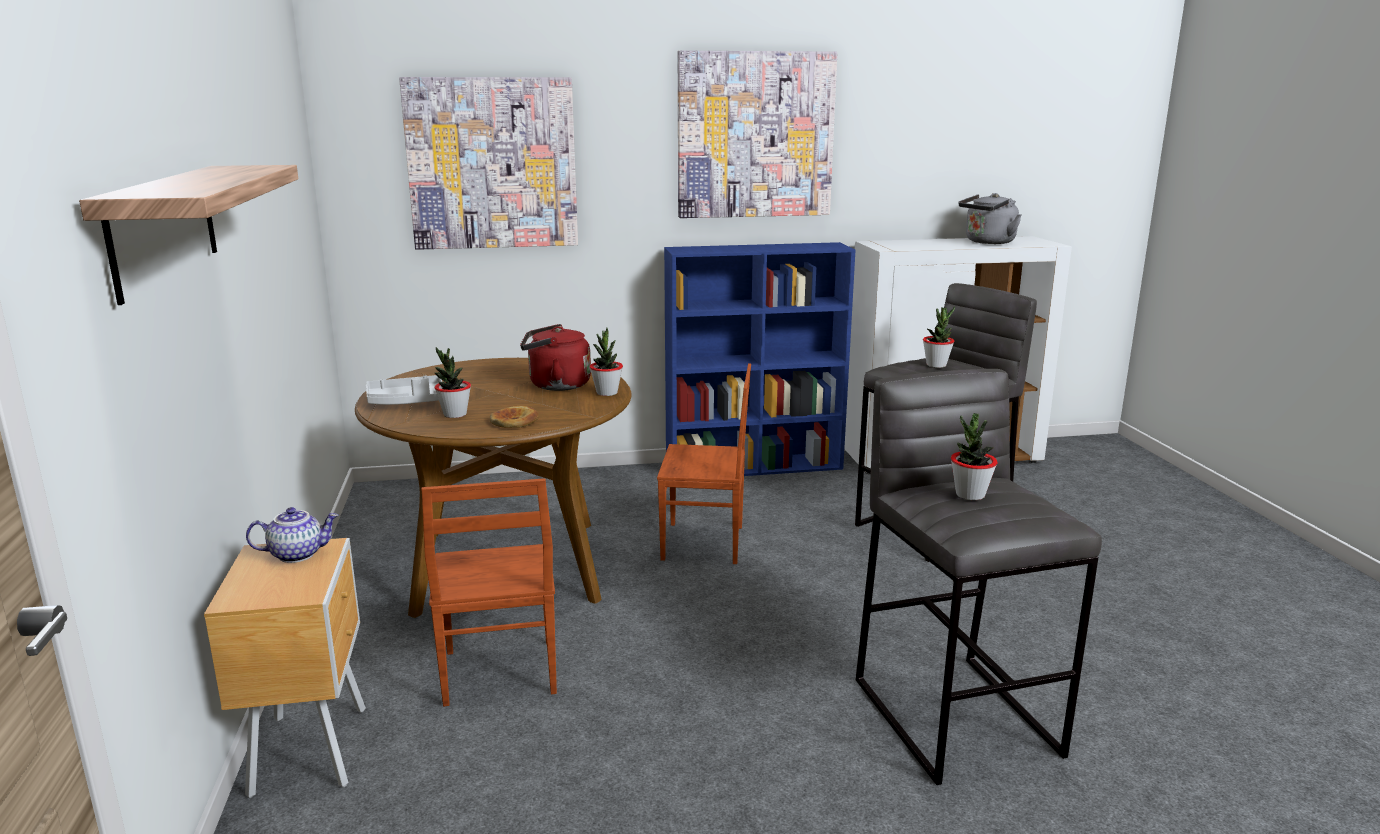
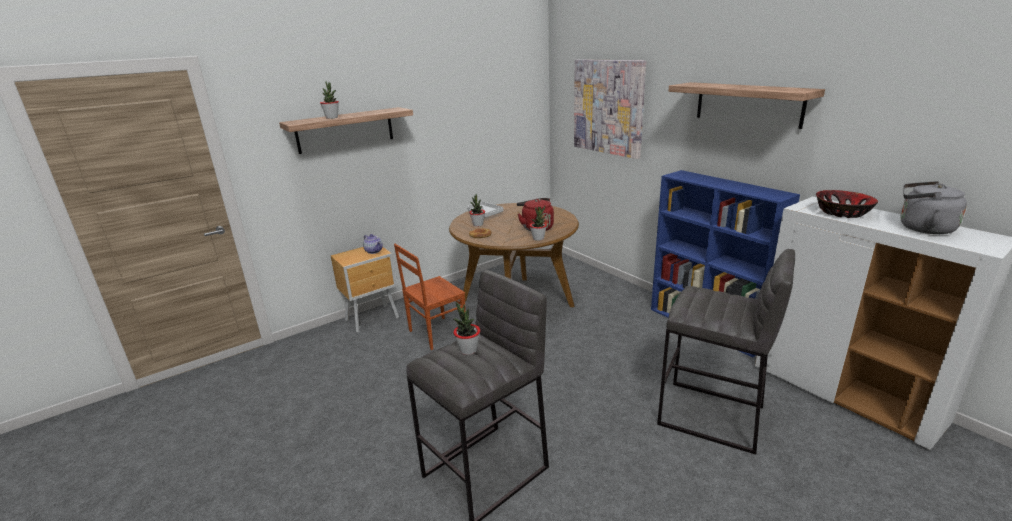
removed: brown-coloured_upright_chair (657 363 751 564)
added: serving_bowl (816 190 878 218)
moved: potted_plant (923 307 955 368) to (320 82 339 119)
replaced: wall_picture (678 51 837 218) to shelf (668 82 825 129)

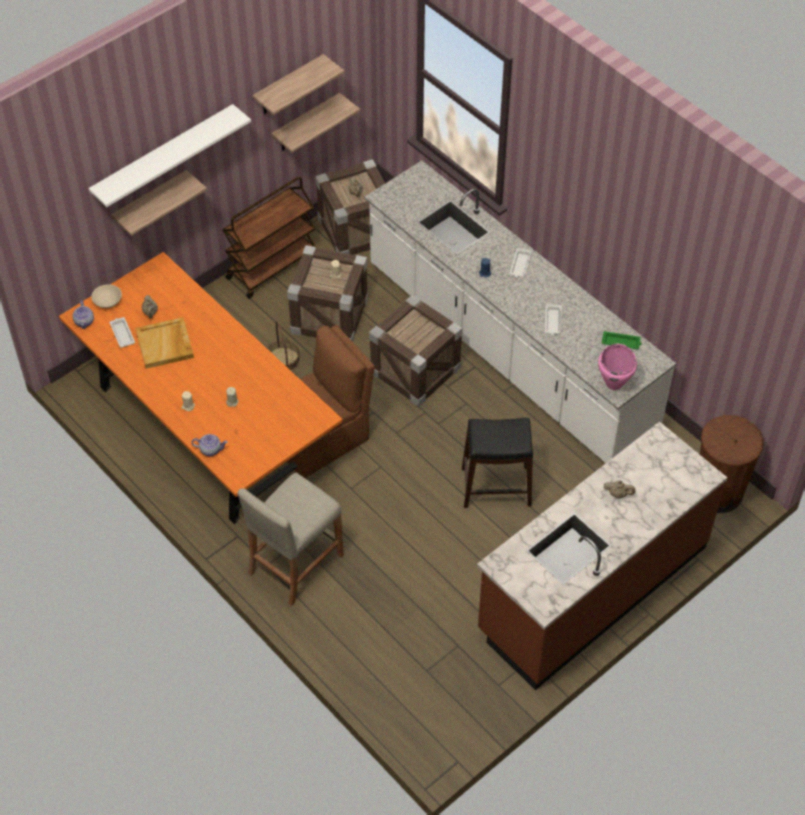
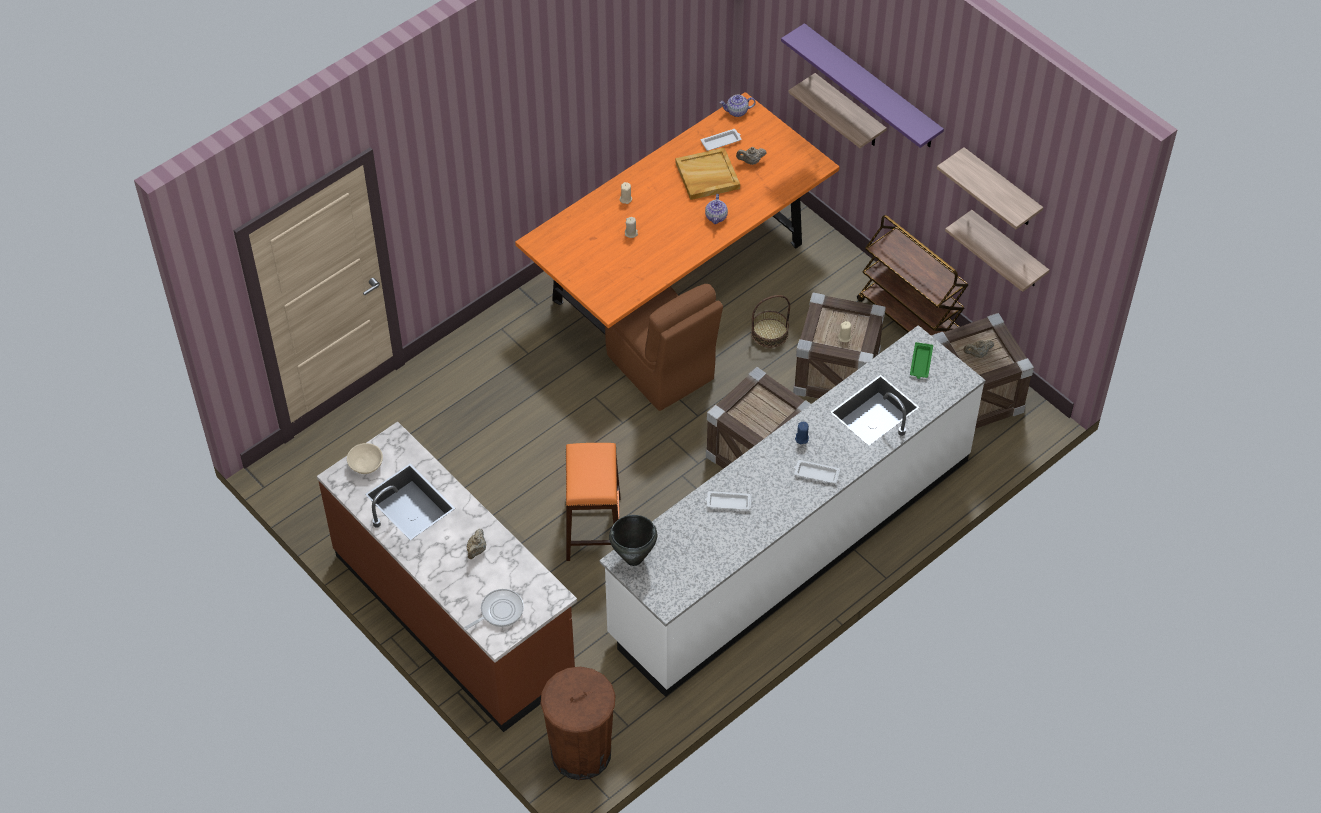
removed: beige-coloured_stool_seat (238 473 344 606)
added: frying_pan (464 589 524 630)
moved: beige-coloured_serving_bowl (91 284 122 308) to (347 443 383 474); teapot (191 434 228 456) to (705 194 728 224); green-coloured_tray (602 331 642 349) to (910 342 933 379)
recoloured: whitish_shelf (88 104 251 207) to purplish_shelf (781 23 944 148); black_stool_seat (462 418 533 508) to orangey_stool_seat (566 443 620 561); pink-coloured_cooking_pot (598 344 637 390) to black_cooking_pot (609 515 657 566)

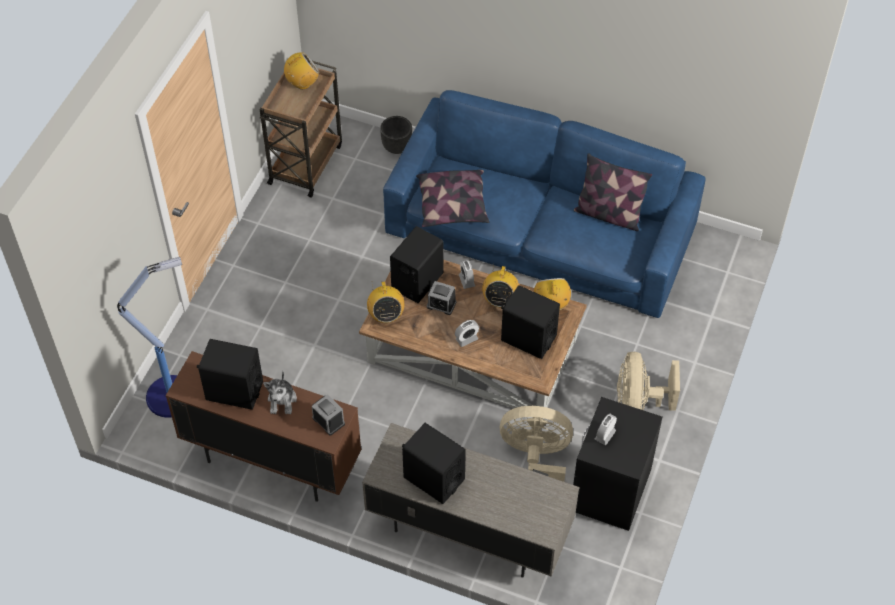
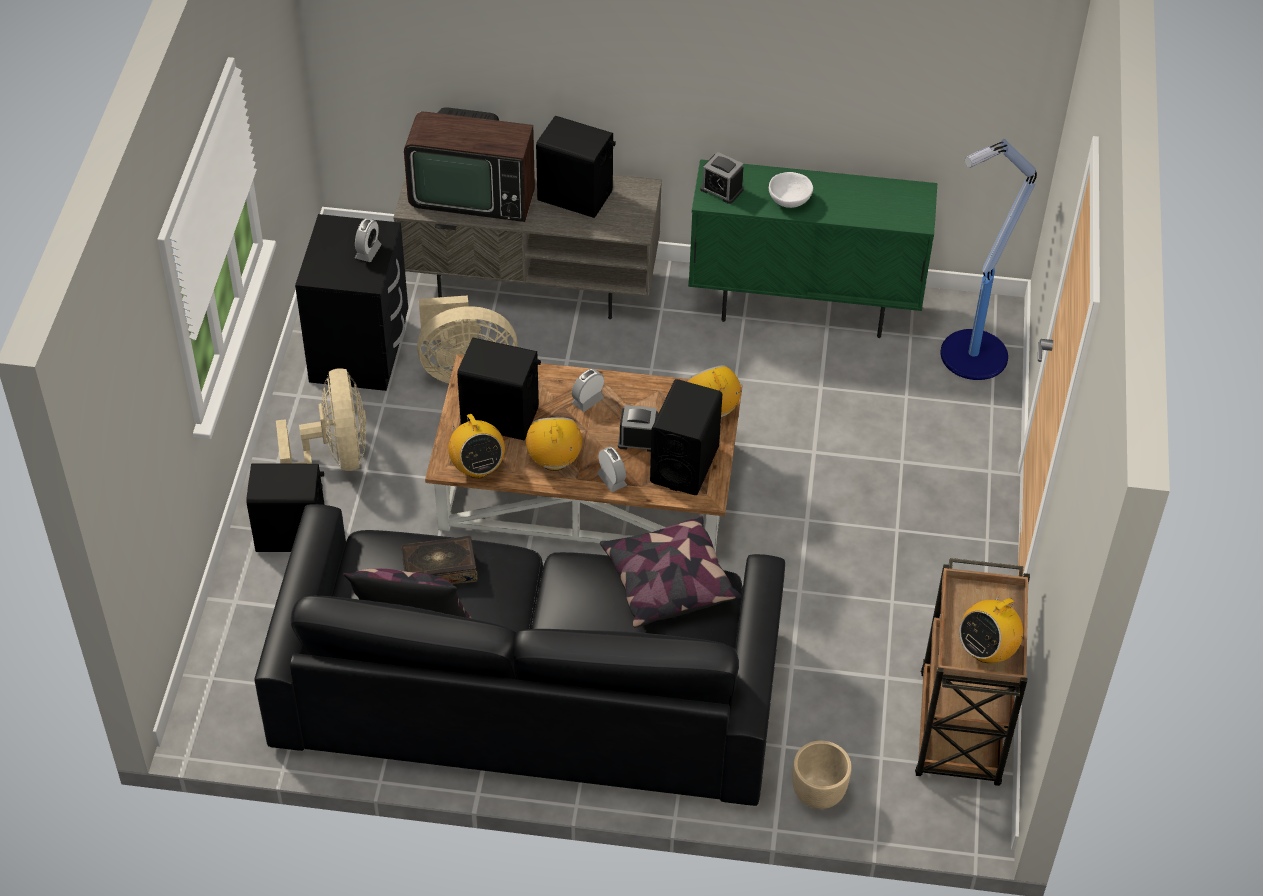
added: volume (401 536 478 584); TV_set (404 107 535 222)
moved: black_audio_speaker (197 339 263 410) to (246 463 325 552)
replaced: cuddly_toy (263 371 297 414) to whitish_serving_bowl (769 172 813 208)
recoloured: brown-coloured_cupboard (166 351 361 502) to green-coloured_cupboard (688 159 937 338); black_planter (380 116 412 154) to beige-coloured_planter (792 741 851 809); blue-coloured_settee (383 90 706 318) to black_settee (254 504 785 806)

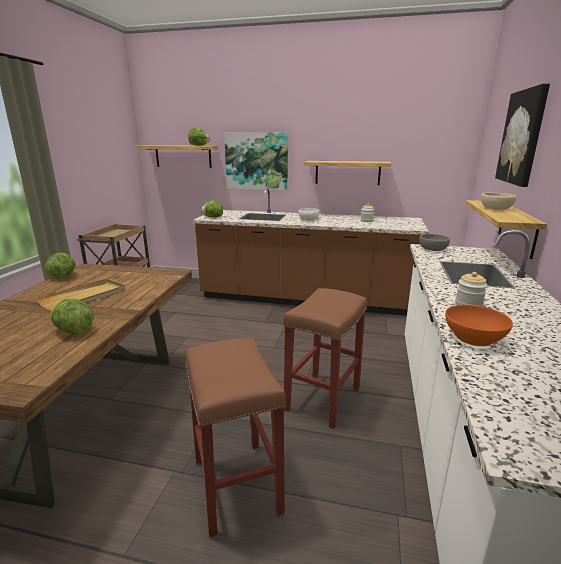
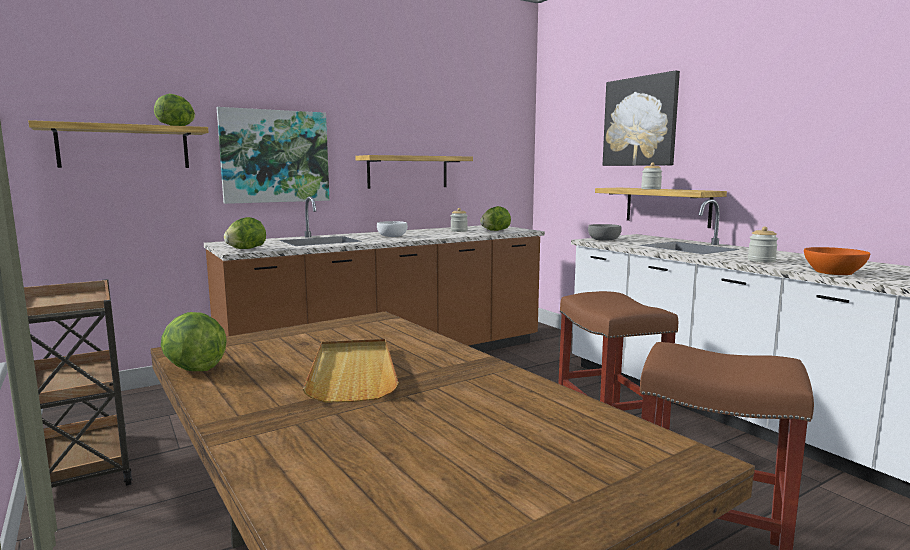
moved: head_of_lettuce (51 298 93 334) to (480 206 511 231)
replaced: beige-coloured_serving_bowl (481 193 516 210) to preserve_jar (641 163 662 189)

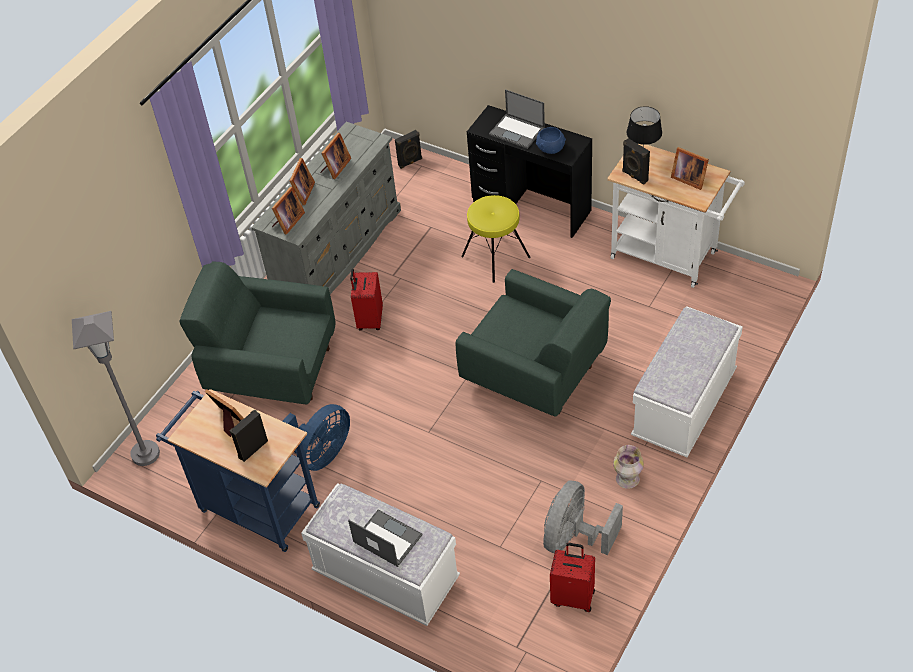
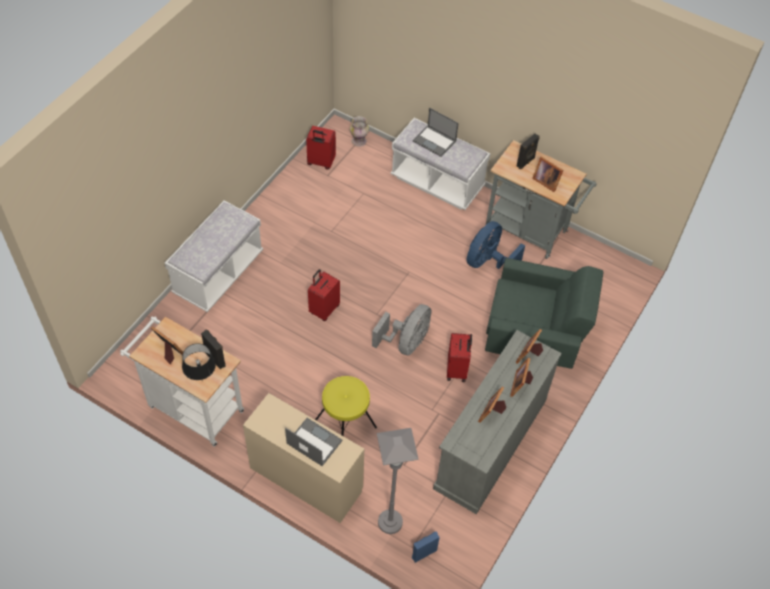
removed: blue-coloured_serving_bowl (536 127 566 154)
moved: greyish_floor_lamp (72 311 160 466) to (377 428 419 534); greyish_fan (543 480 623 555) to (372 304 431 356); vase (613 445 644 489) to (350 116 369 147)
replaced: green-coloured_armchair (456 269 611 417) to red_travel_case (308 269 340 321)
recoloured: blue-coloured_trolley (156 389 320 552) to greyish_trolley (486 140 597 259); black_audio_speaker (395 130 422 169) to blue-coloured_audio_speaker (412 532 440 563); black_desk_table (467 105 592 238) to beige-coloured_desk_table (243 393 364 523)

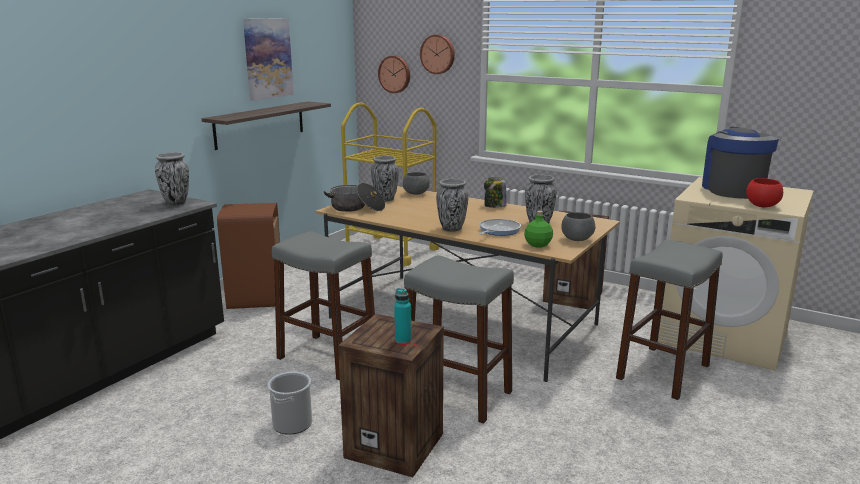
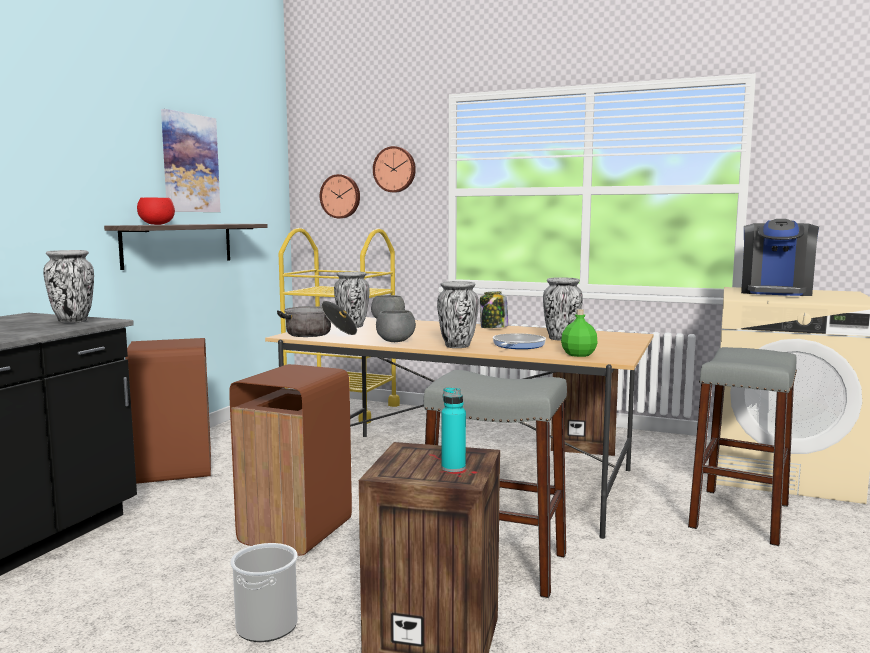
moved: greyish_serving_bowl (561 212 596 241) to (376 310 416 342); red_serving_bowl (746 178 783 207) to (137 198 175 225)
replaced: greyish_stool_seat (272 231 375 381) to brown-coloured_rubbish_bin (229 364 352 556)
turned: coffee_brewer (702 127 779 199) = (741 219 819 296) 150 degrees counterclockwise

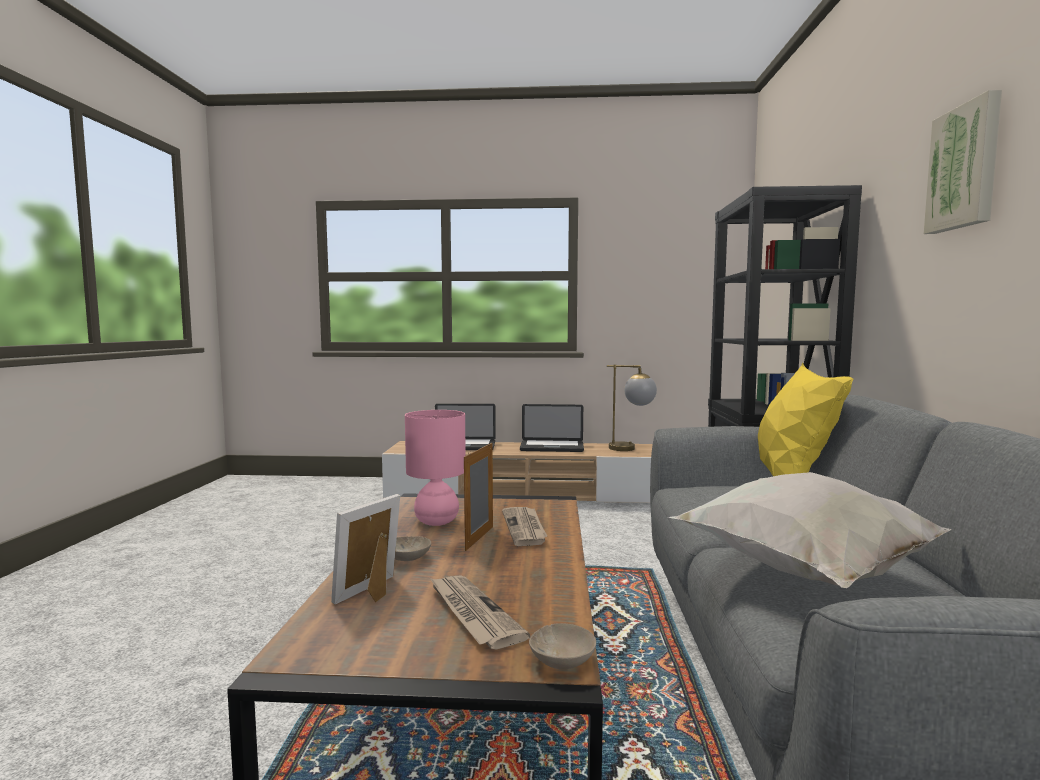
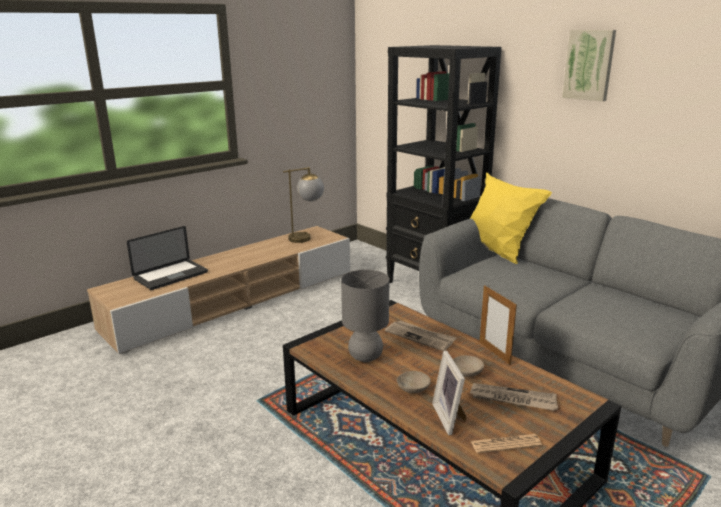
removed: notebook_computer (520 404 584 452); whitish_cushion (668 472 951 588)
added: printed_paper (471 434 542 453)
moved: picture_frame (464 442 493 551) to (480 285 517 365); beige-coloured_serving_bowl (529 623 596 669) to (453 355 484 377)
recoloured: pink-coloured_table_lamp (405 410 466 526) to greyish_table_lamp (341 270 389 362)

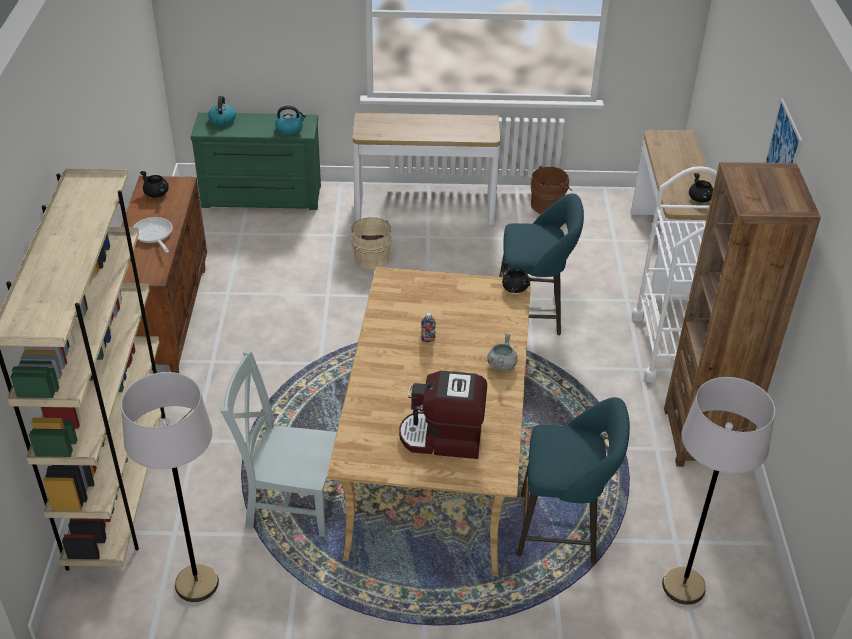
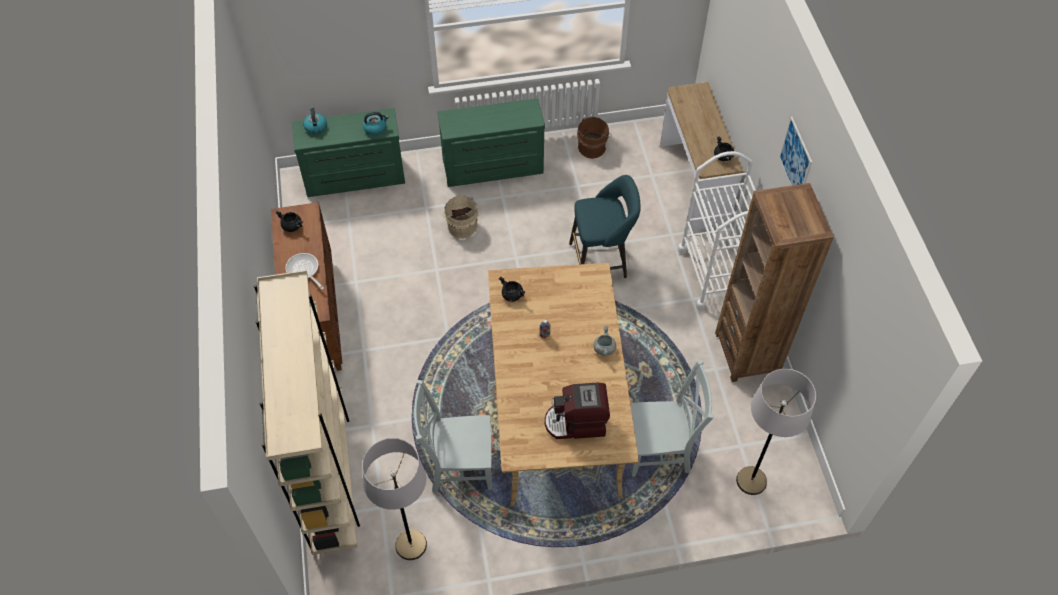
moved: black_cooking_pot (502 261 533 293) to (499 277 526 302)
replaced: narrow_table (353 113 500 225) to green-coloured_chest_of_drawers (437 98 545 187); turquoise-coloured_stool_seat (517 397 630 564) to greyish_upright_chair (630 360 714 477)

